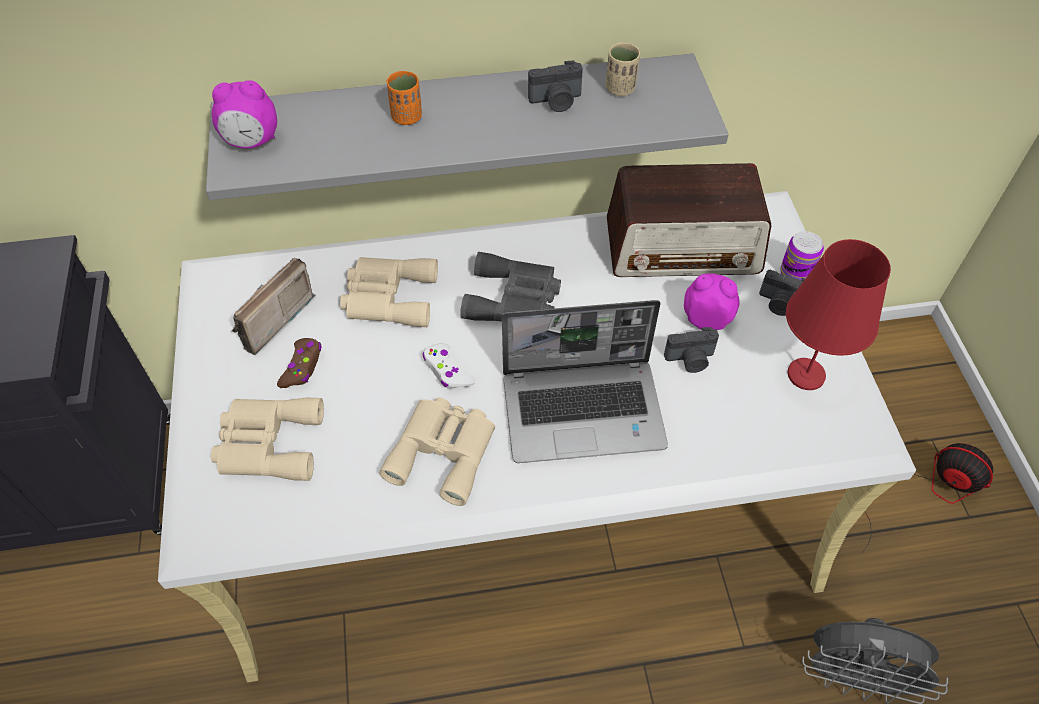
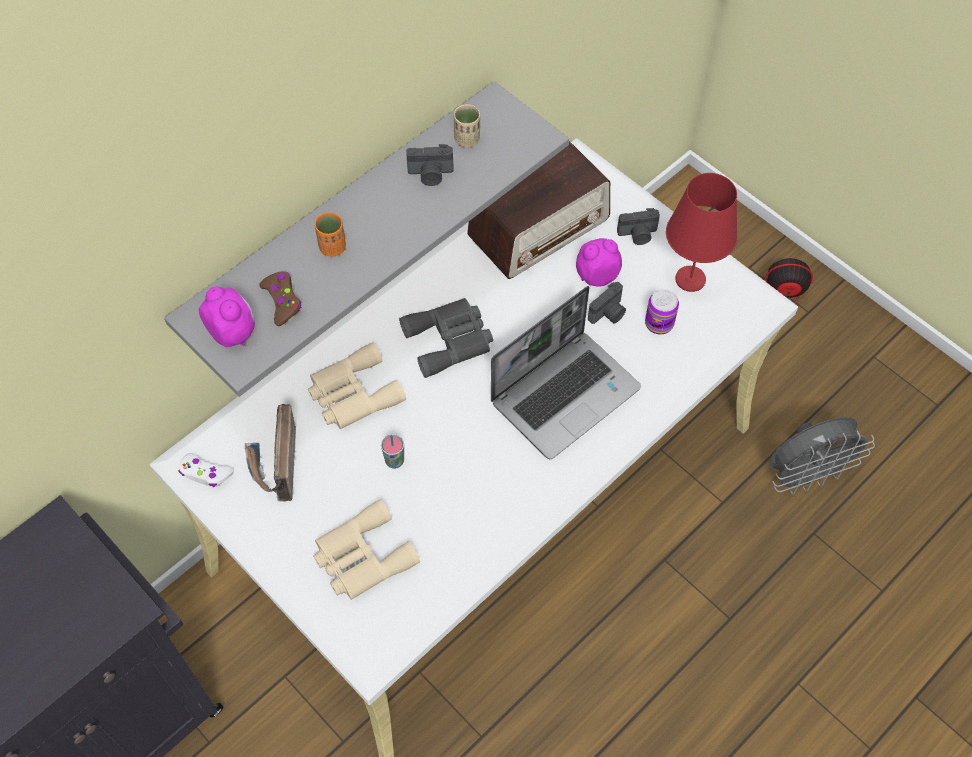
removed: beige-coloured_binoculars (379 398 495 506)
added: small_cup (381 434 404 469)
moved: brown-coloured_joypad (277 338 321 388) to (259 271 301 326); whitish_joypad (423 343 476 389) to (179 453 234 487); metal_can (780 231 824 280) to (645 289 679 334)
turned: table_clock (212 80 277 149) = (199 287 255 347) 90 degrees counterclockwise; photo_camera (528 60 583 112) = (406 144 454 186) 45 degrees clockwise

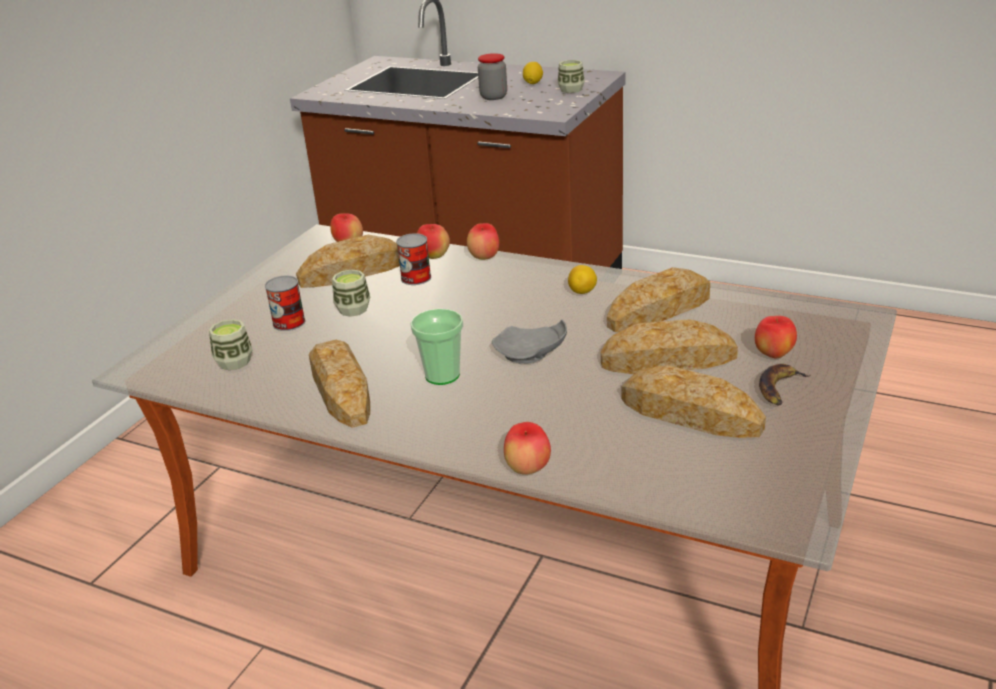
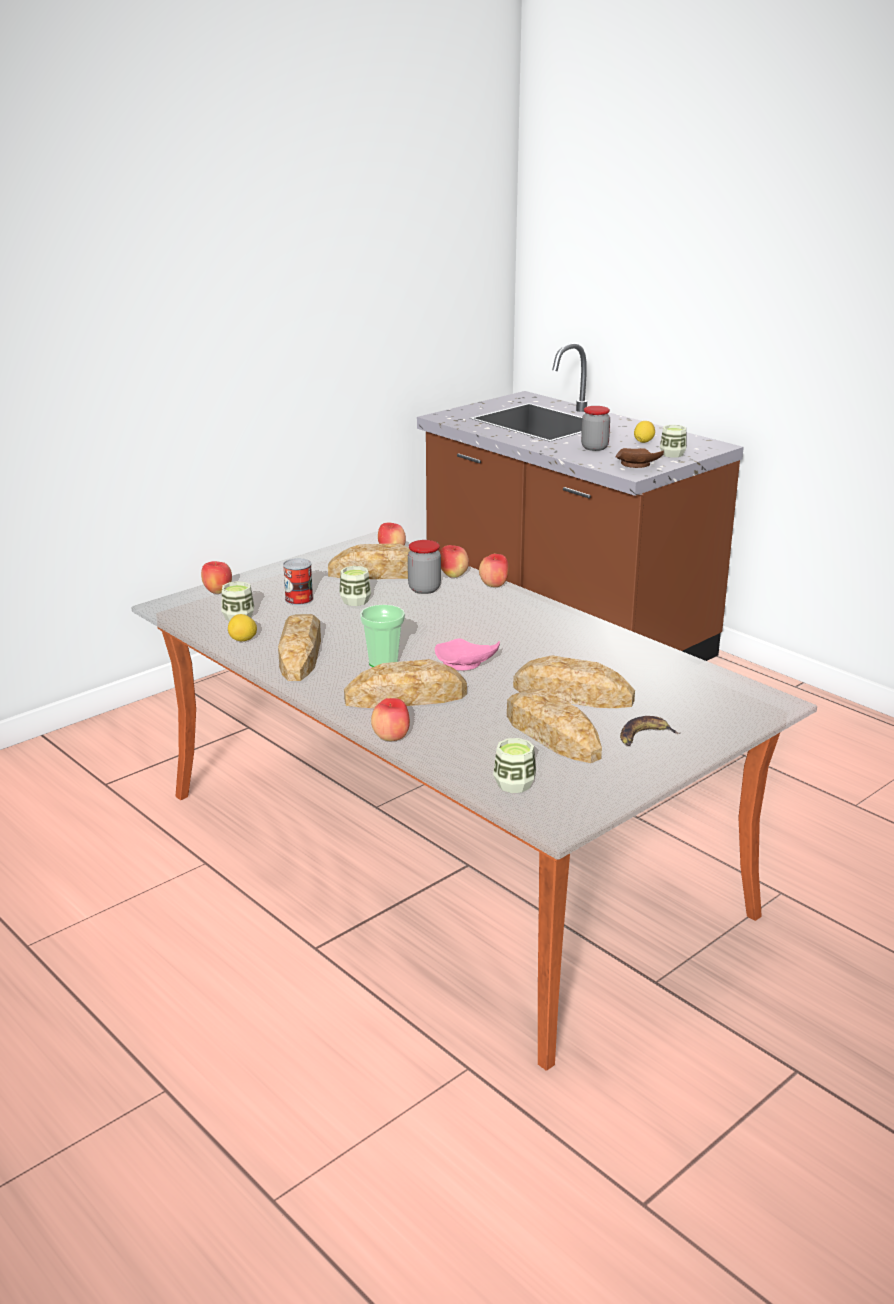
added: small_cup (493 738 536 793); brown-coloured_flat_dish (615 448 664 468)
moved: citrus_fruit (568 265 597 294) to (228 614 257 641); baked_bread (607 267 710 332) to (344 659 467 708); whole_apple (755 316 797 358) to (201 561 232 594)
replaced: metal_can (396 233 431 285) to preserve_jar (408 540 441 594)
recoloured: greyish_flat_dish (492 320 567 364) to pink-coloured_flat_dish (435 638 500 670)

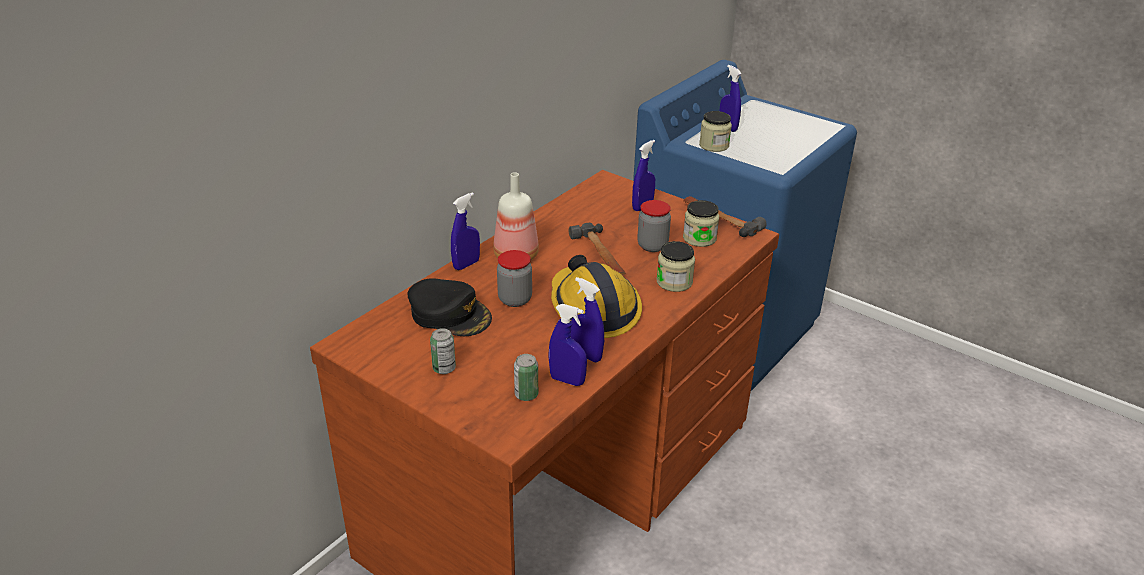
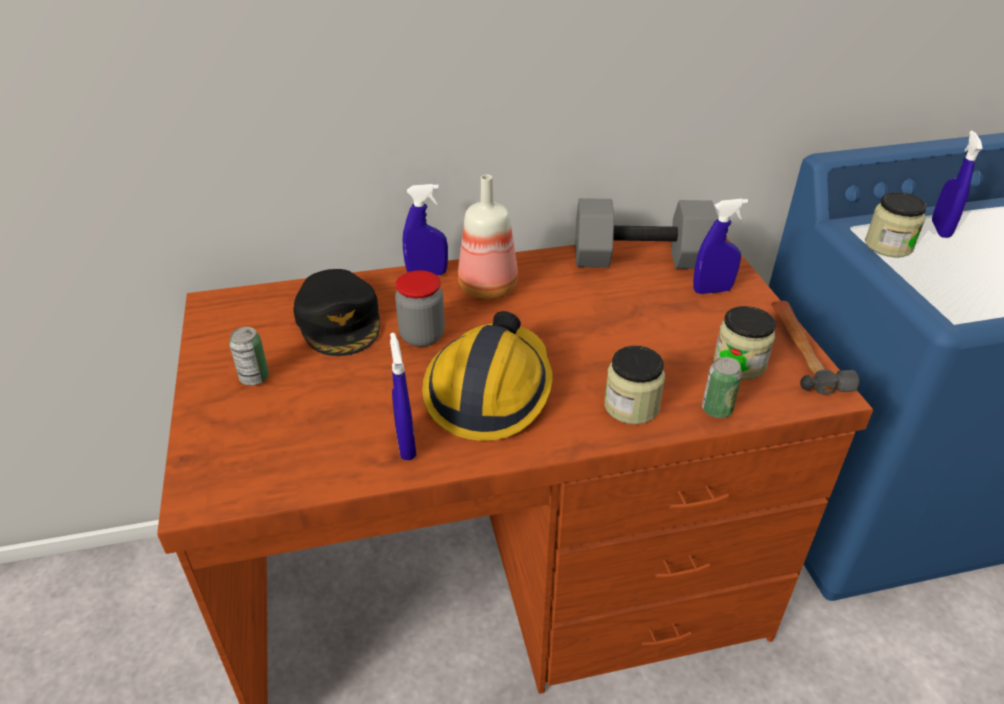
removed: blue-coloured_spray_bottle (548 304 587 386); tool_hammer (569 223 625 275); preserve_jar (637 200 671 252)
added: greyish_dumbbell (575 198 718 269)
moved: metal_can (514 354 538 401) to (702 357 742 418)

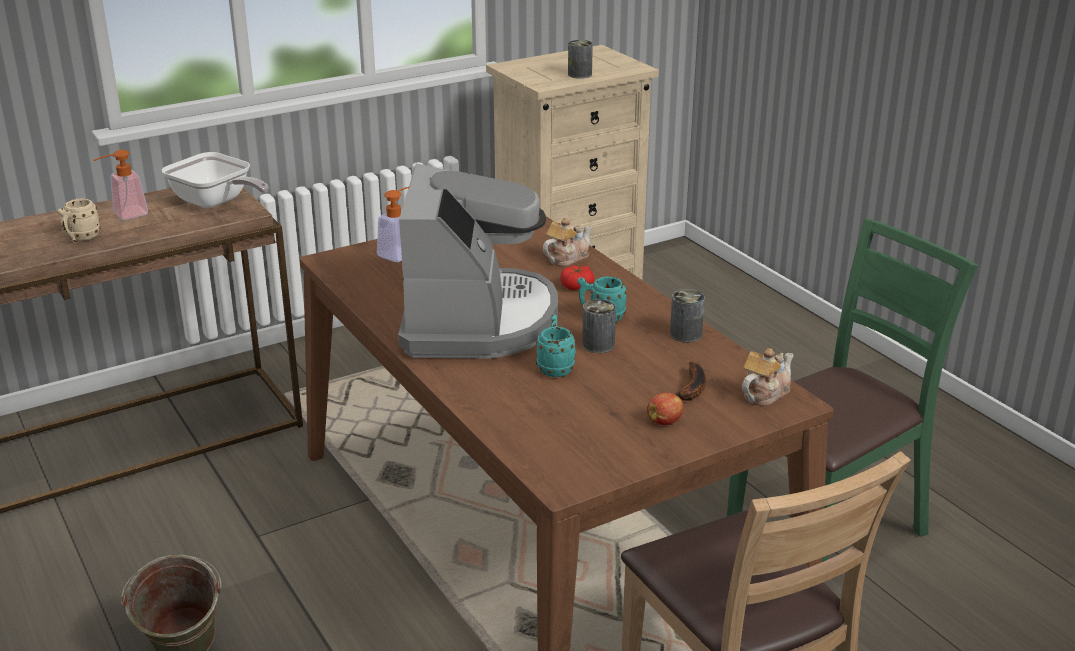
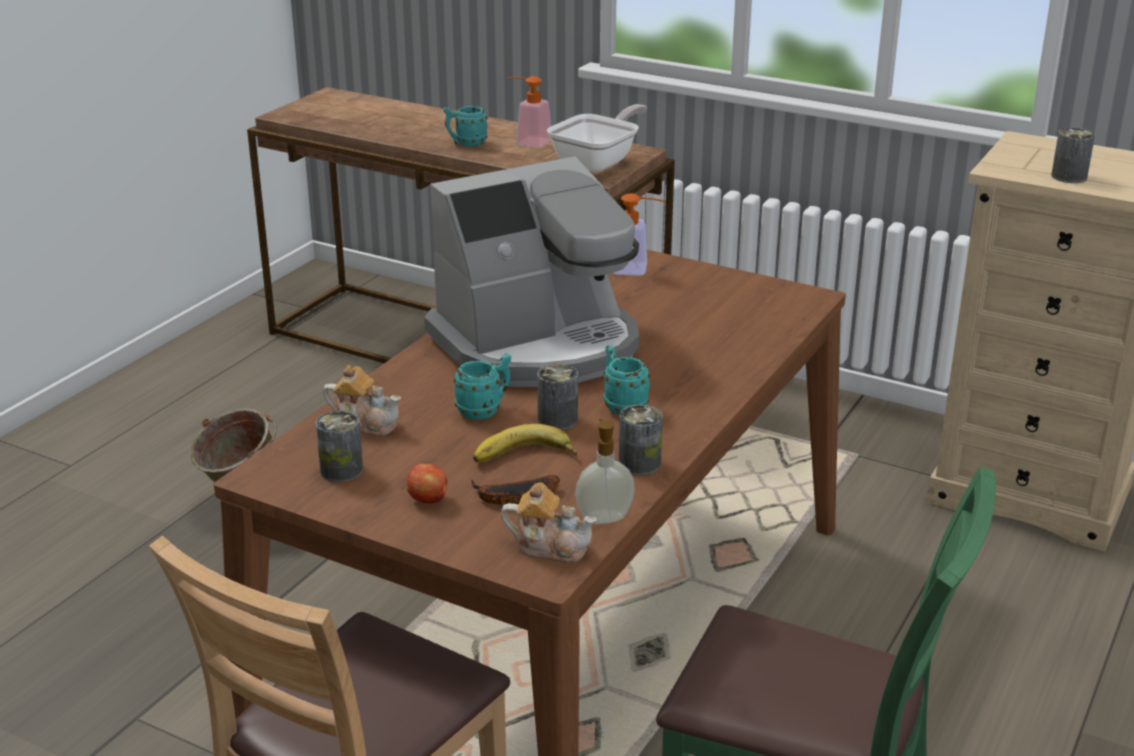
removed: tomato (560 265 594 290)
added: metal_can (316 411 363 482); banana (473 424 577 463); liquid_soap_bottle (575 419 635 524)
moved: teapot (543 218 592 266) to (323 365 401 436)
recoloured: beige-coloured_mug (58 198 101 243) to turquoise-coloured_mug (443 106 487 147)
turned: frying_pan (162 152 269 208) = (547 104 647 172) 150 degrees counterclockwise

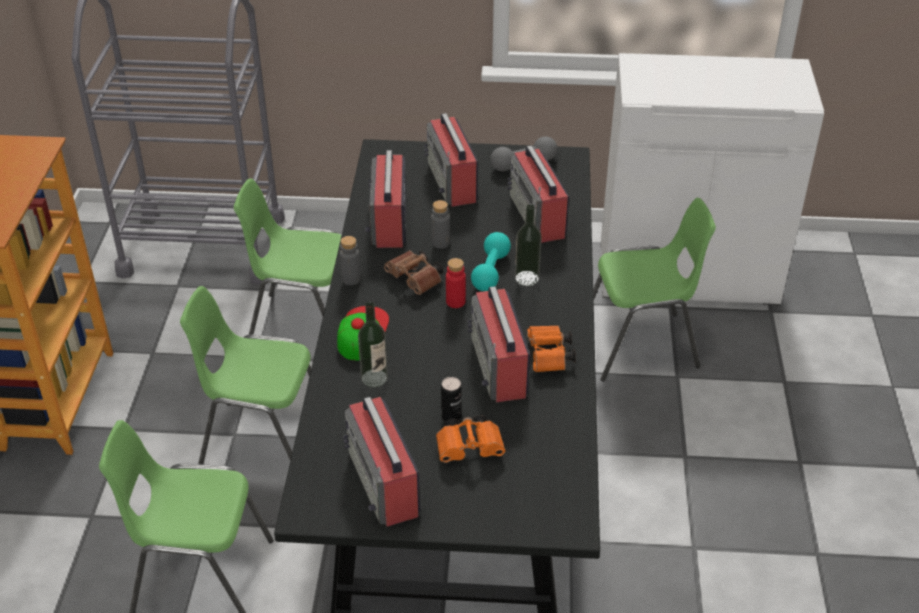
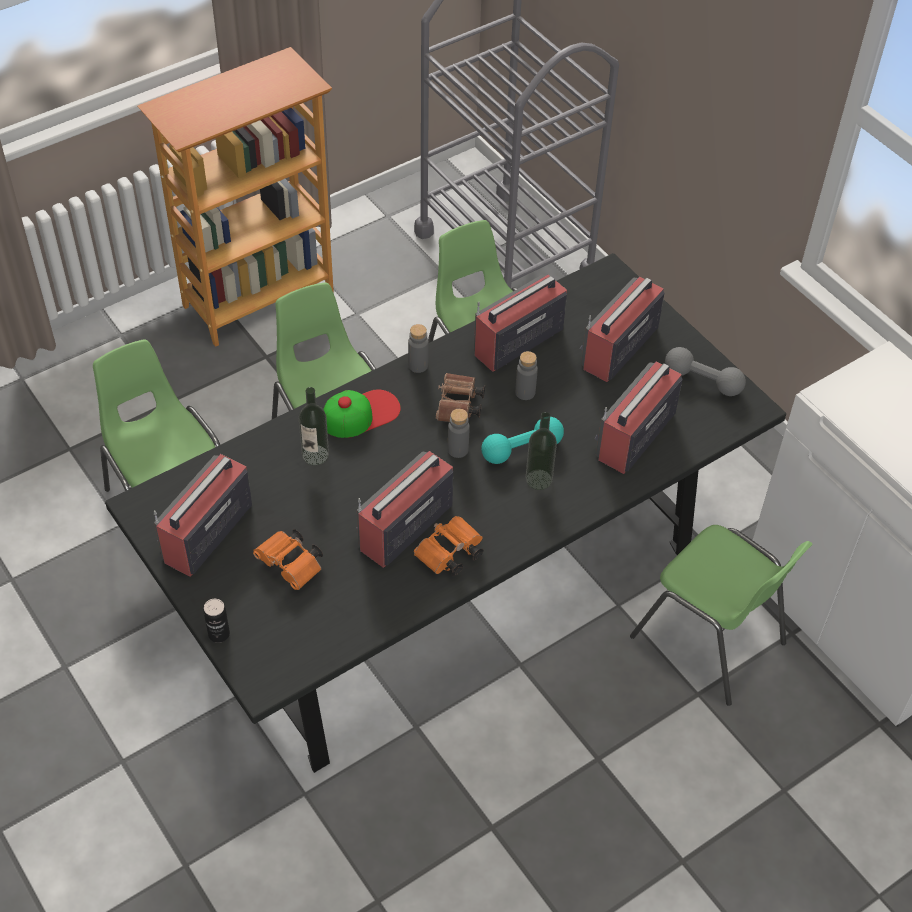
moved: metal_can (441 377 462 422) to (203 599 230 643)
recoloured: red_beverage_bottle (446 258 466 308) to greyish_beverage_bottle (448 409 470 458)

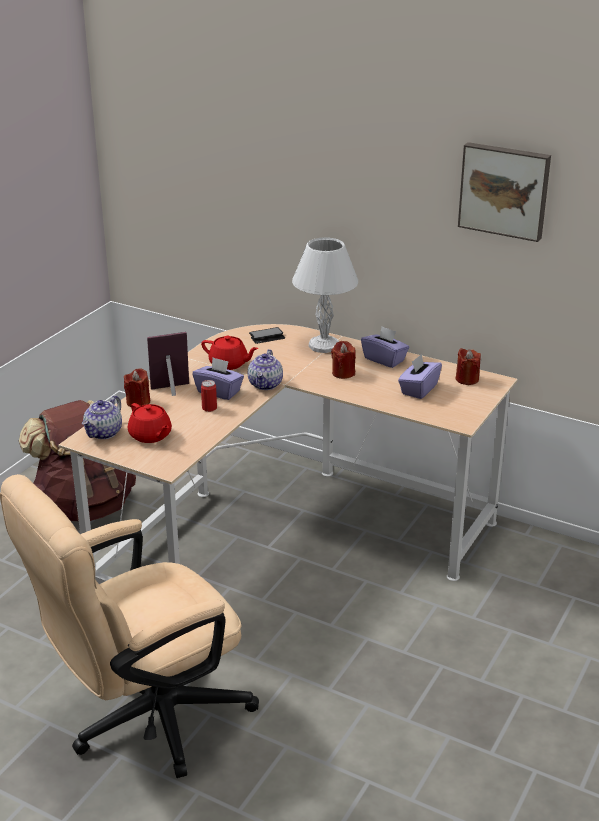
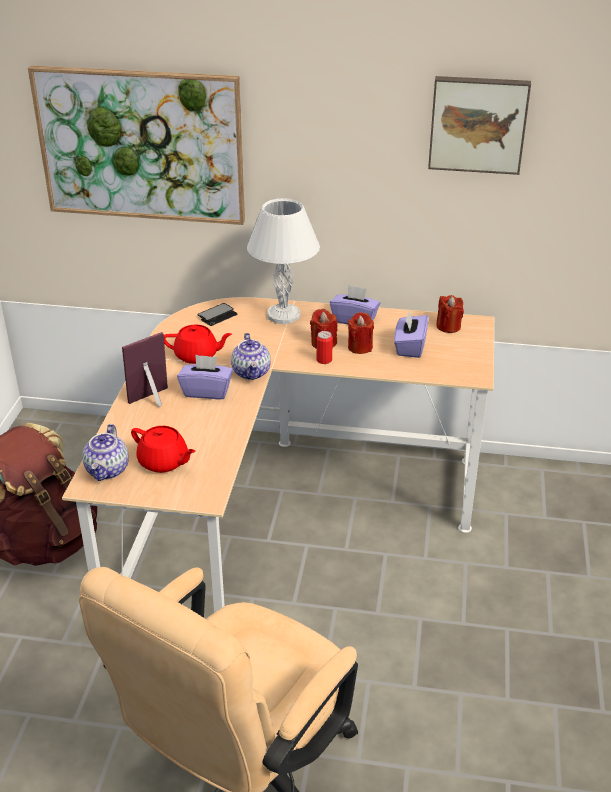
added: wall_picture (28 65 245 225)
moved: red_candle (124 368 151 407) to (348 312 374 354); metal_can (201 380 217 412) to (317 331 333 364)

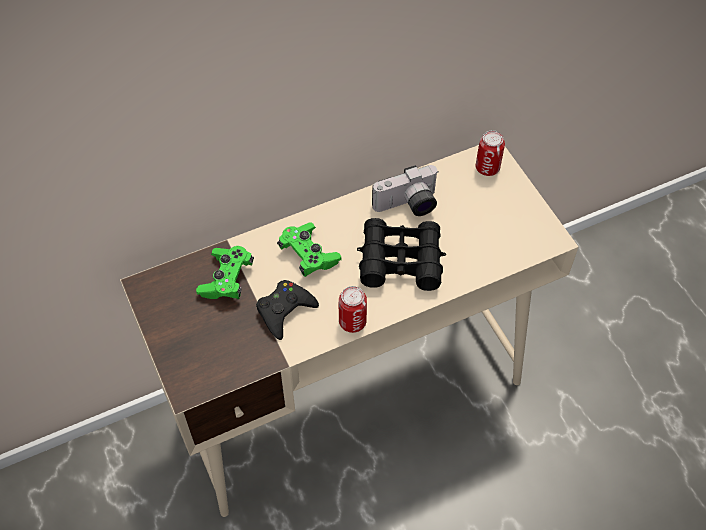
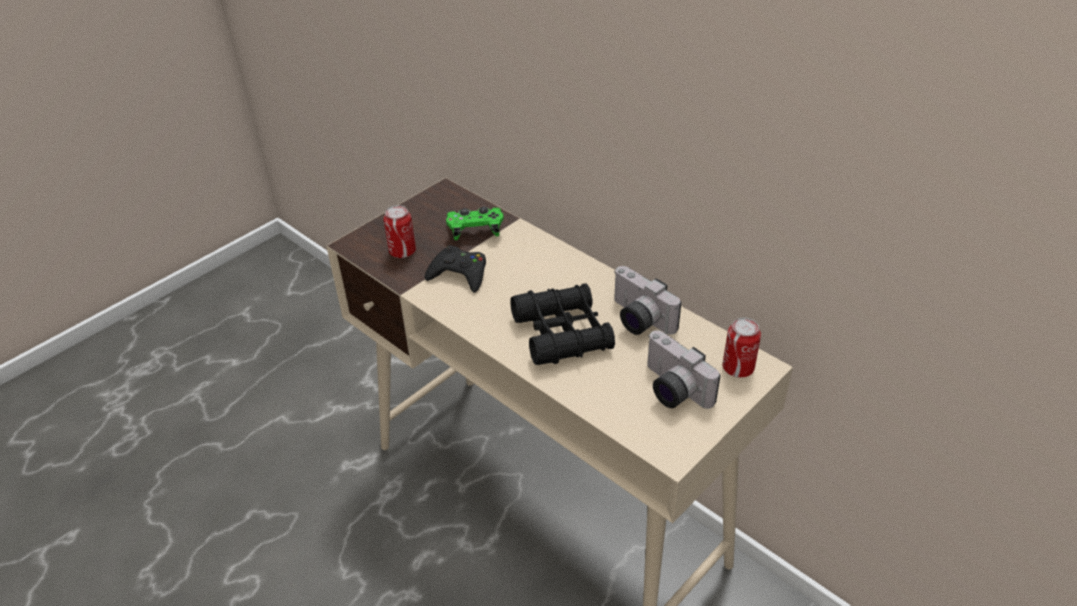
removed: green-coloured_joypad (277 223 341 277)
added: photo_camera (647 330 720 409)
moved: metal_can (339 286 367 333) to (384 205 416 258)

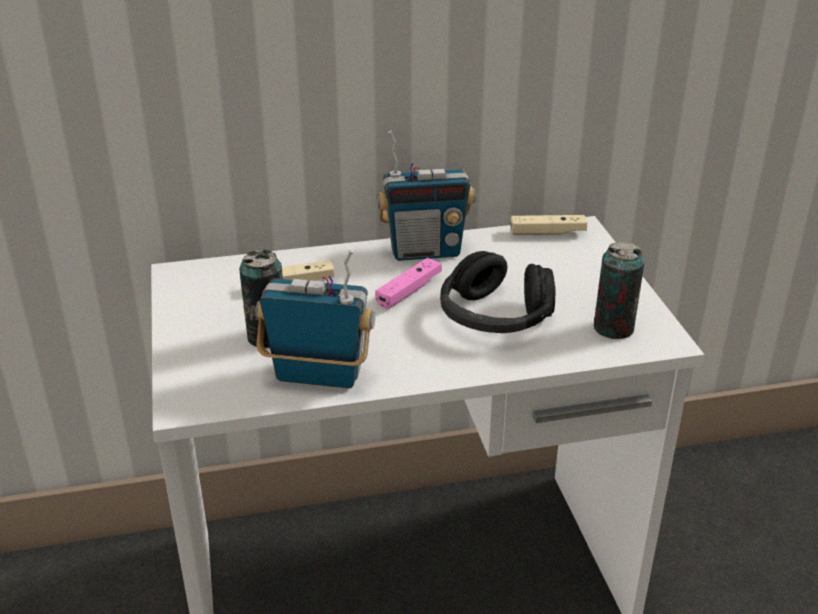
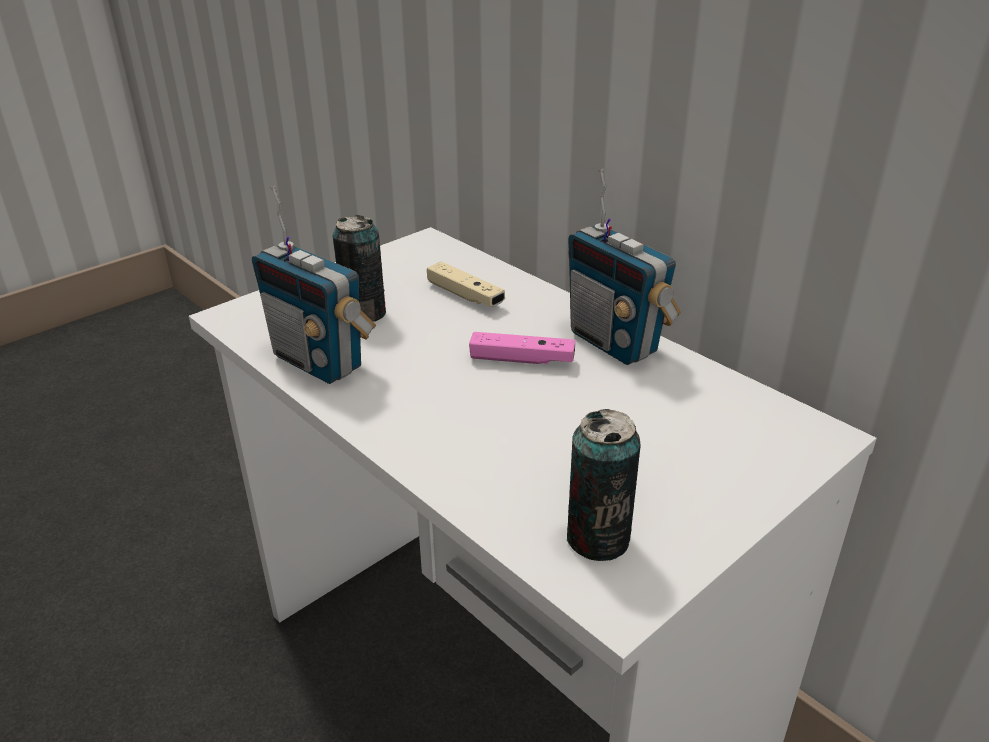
removed: black_headphones (440 251 556 333); beige-coloured_joypad (510 215 588 235)
turned: radio_set (255 249 375 388) = (252 186 376 384) 150 degrees clockwise

